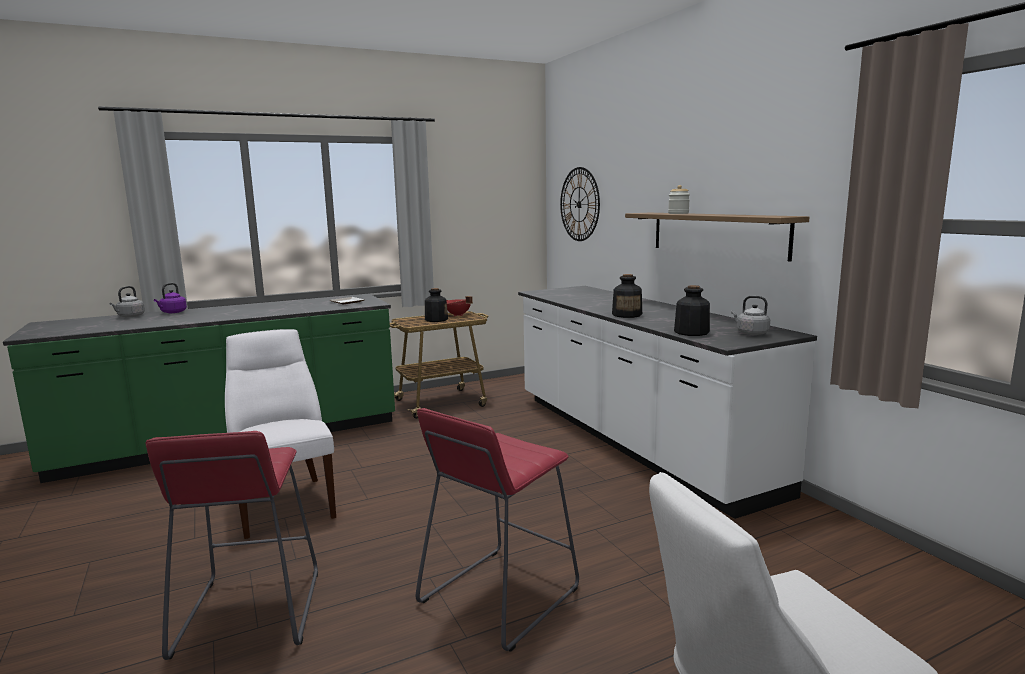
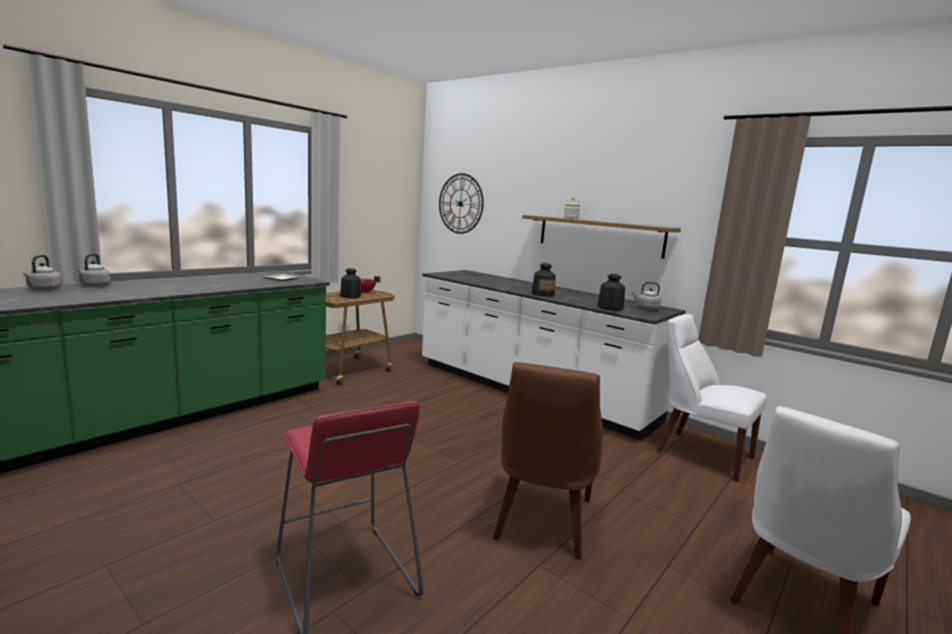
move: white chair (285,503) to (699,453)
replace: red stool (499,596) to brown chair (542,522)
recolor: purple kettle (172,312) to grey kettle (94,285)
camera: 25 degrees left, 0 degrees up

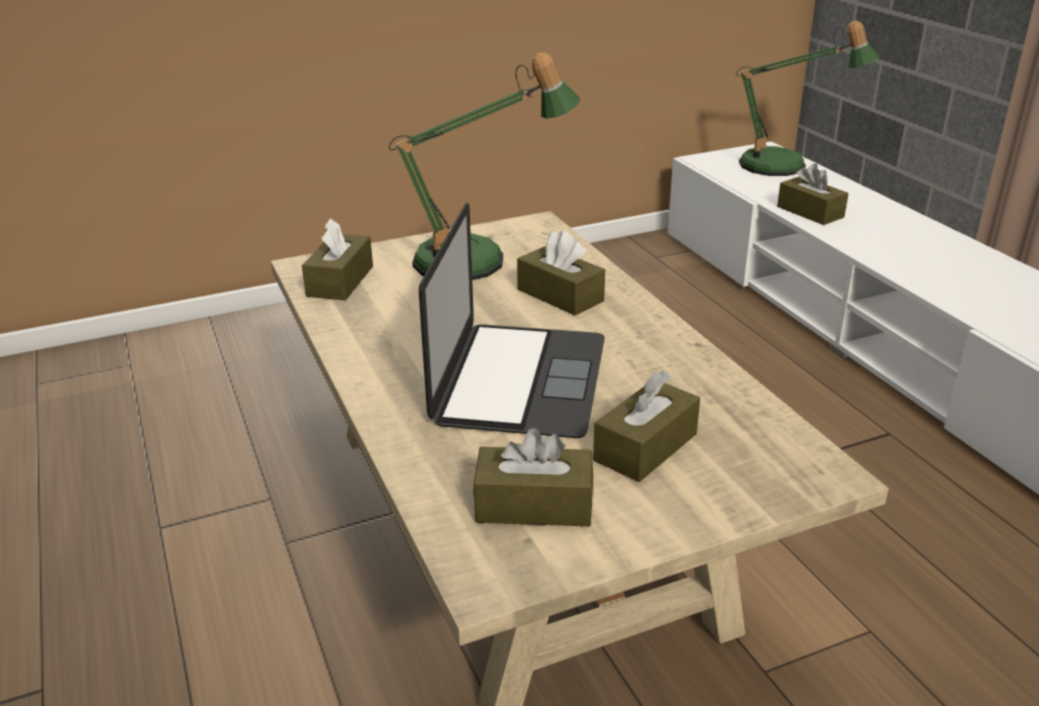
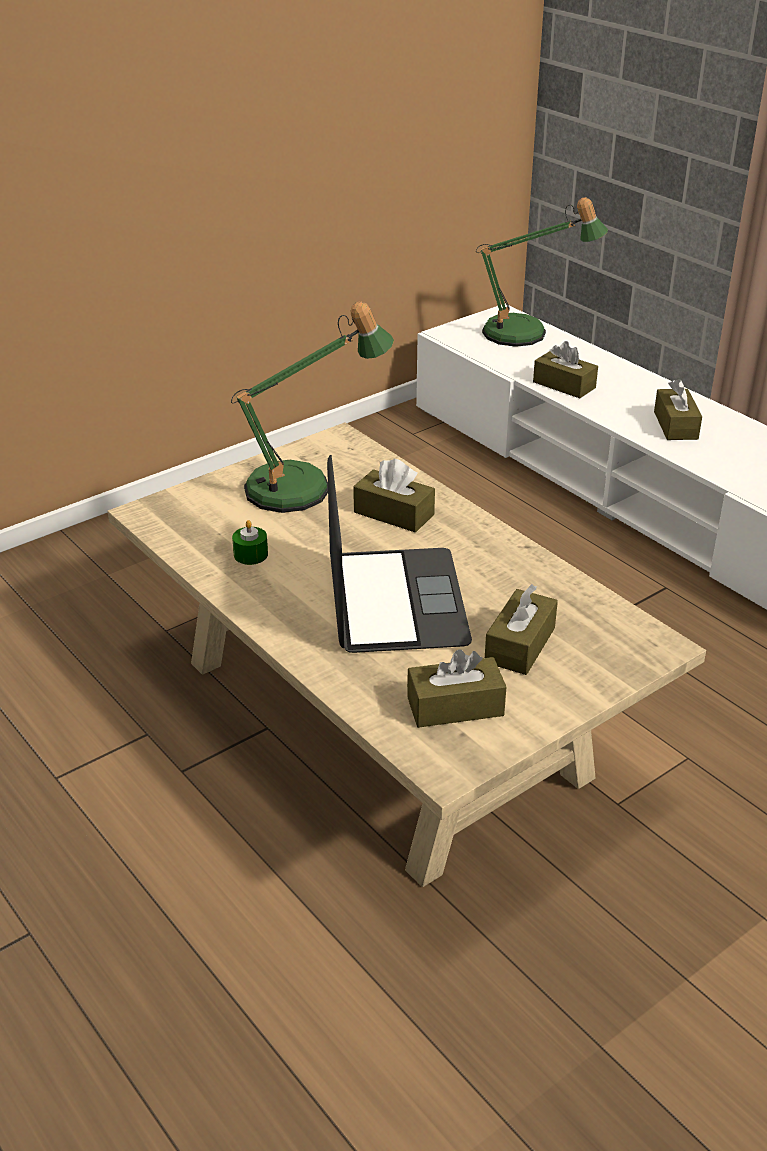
insert: green candle (250,554)
move: brown tissue box (340,281) to (675,425)
camera: 15 degrees left, 5 degrees up

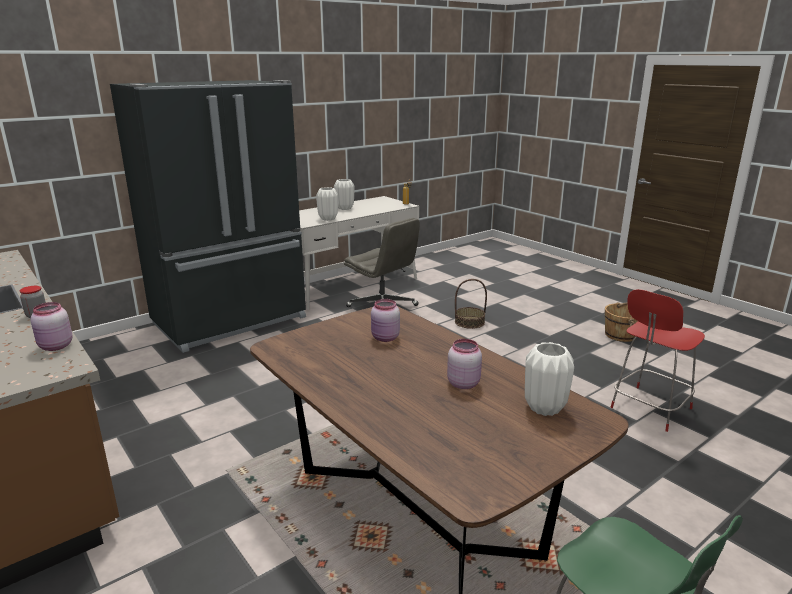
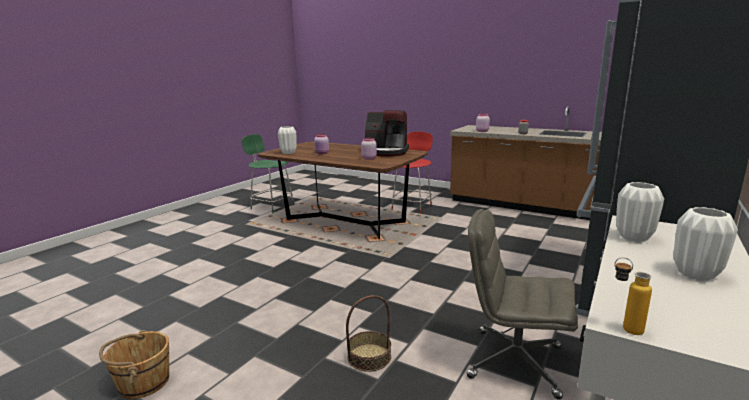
insert: coffee machine (386,152)
move: red chair (649,409) to (412,206)
camera: 160 degrees right, 5 degrees down

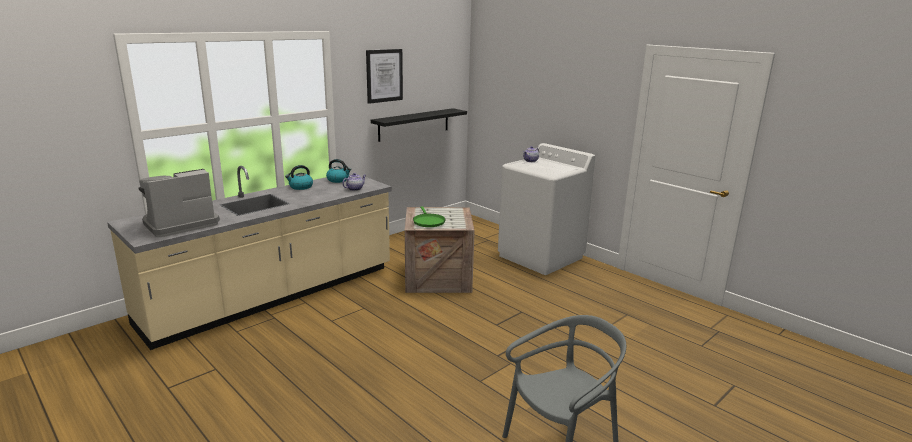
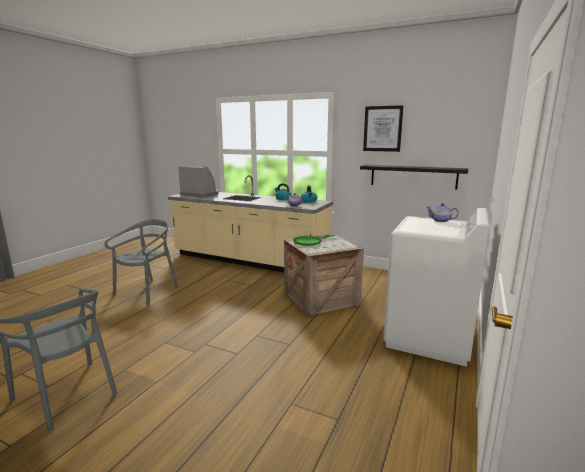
insert: grey chair (147,292)
camera: 70 degrees right, 5 degrees down

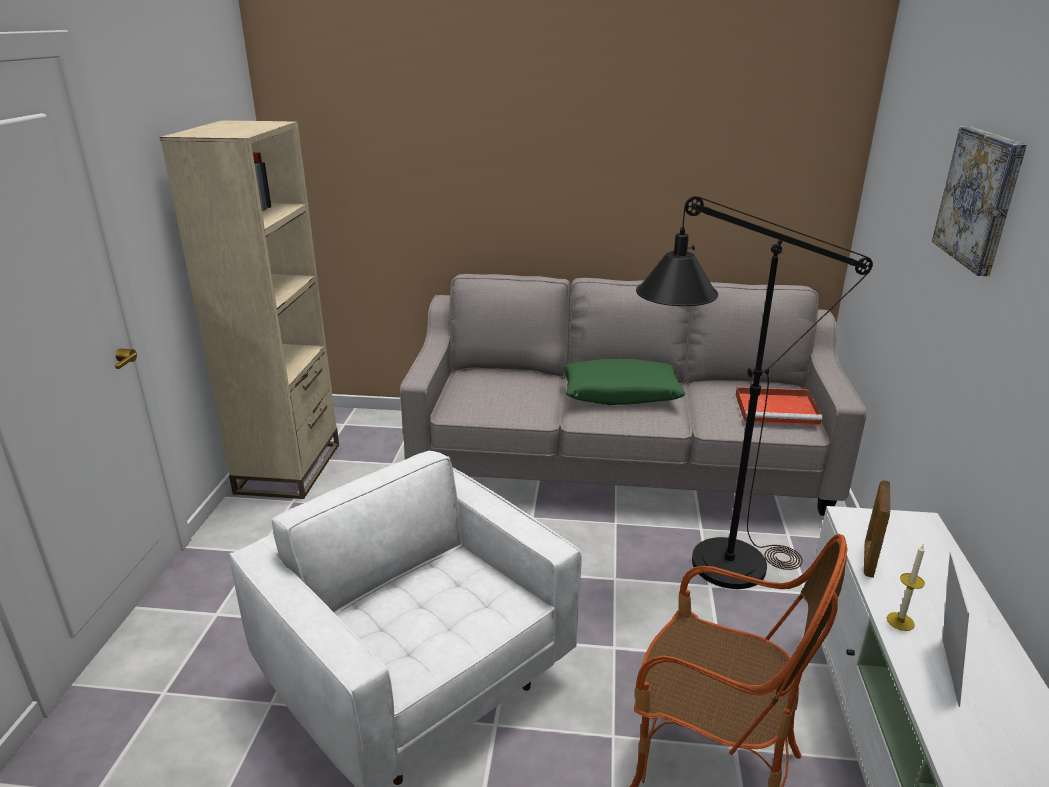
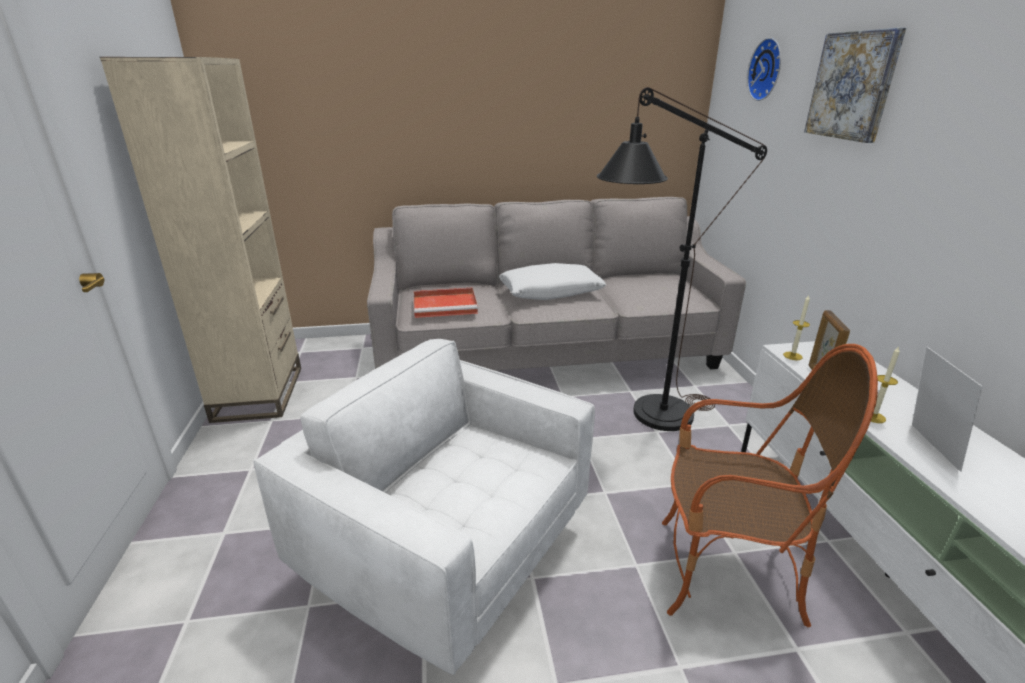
insert: wall clock (767,70); candle (792,356)
move: red tray (778,409) to (446,305)
recolor: green pillow (621,394) to white pillow (551,292)
camera: 15 degrees left, 0 degrees up

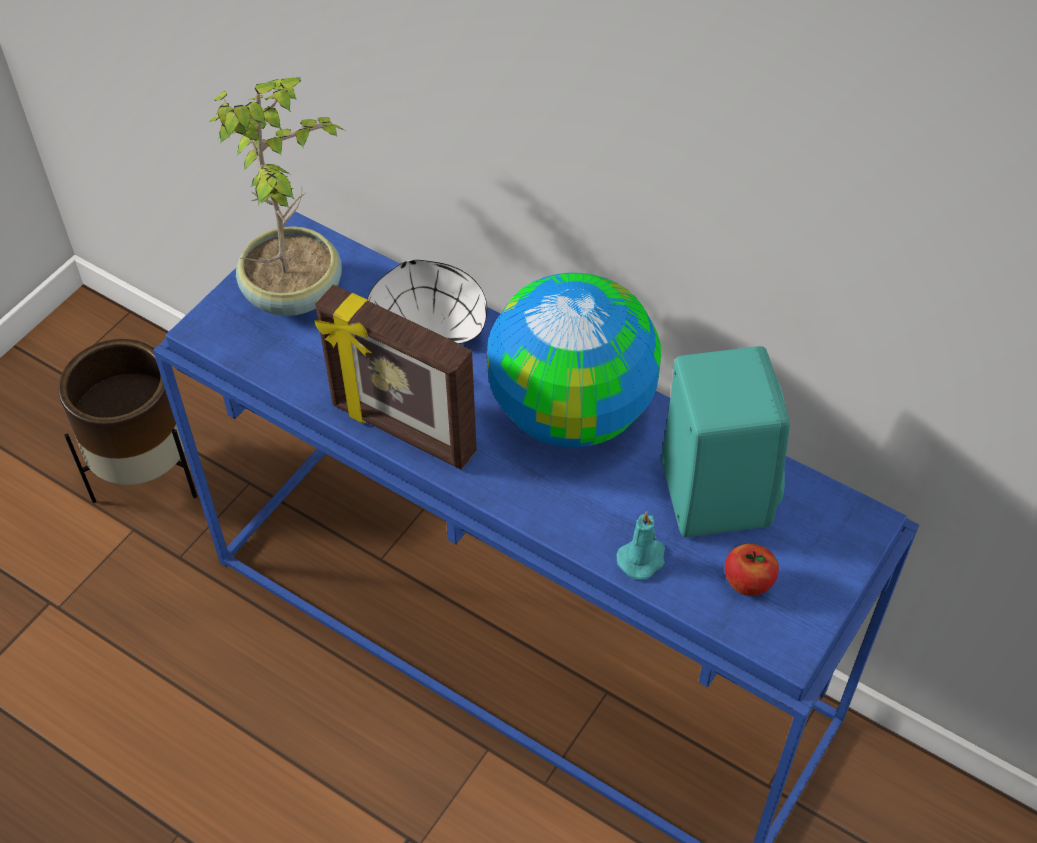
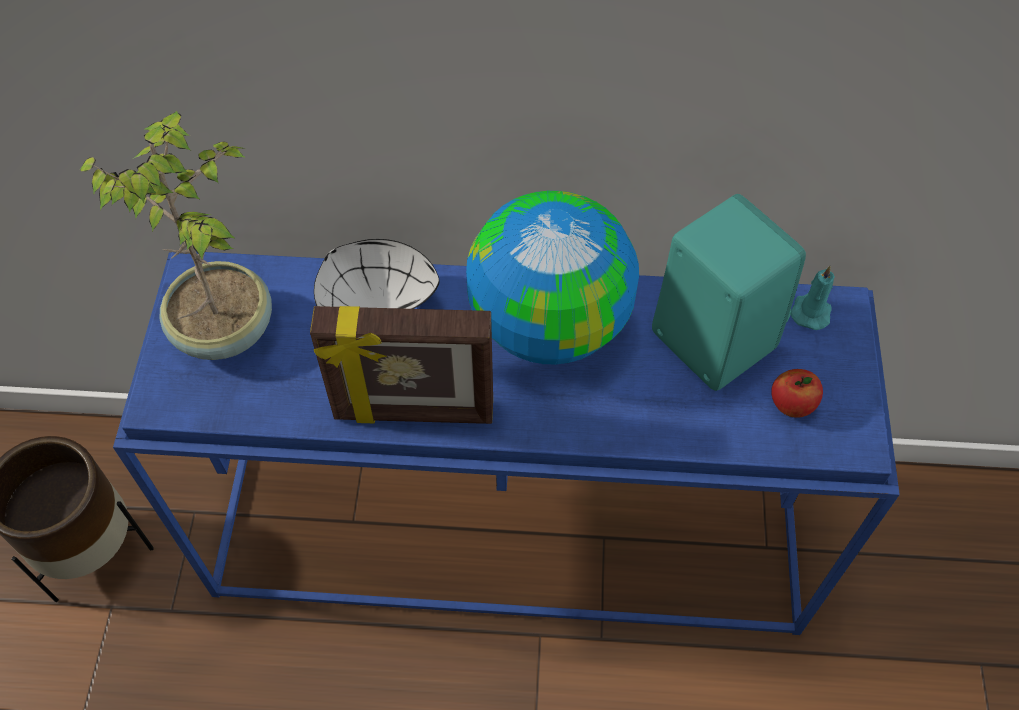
move: turquoise candle (642,558) to (811,311)
camera: 30 degrees left, 5 degrees up

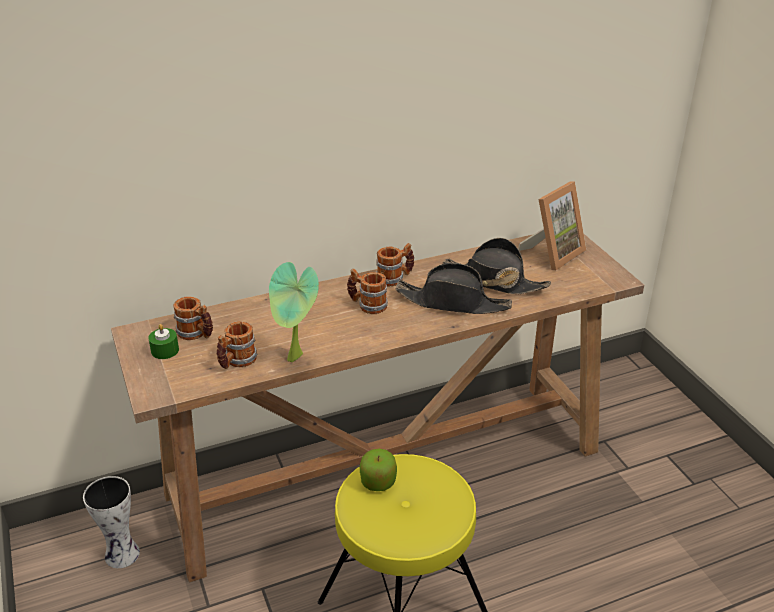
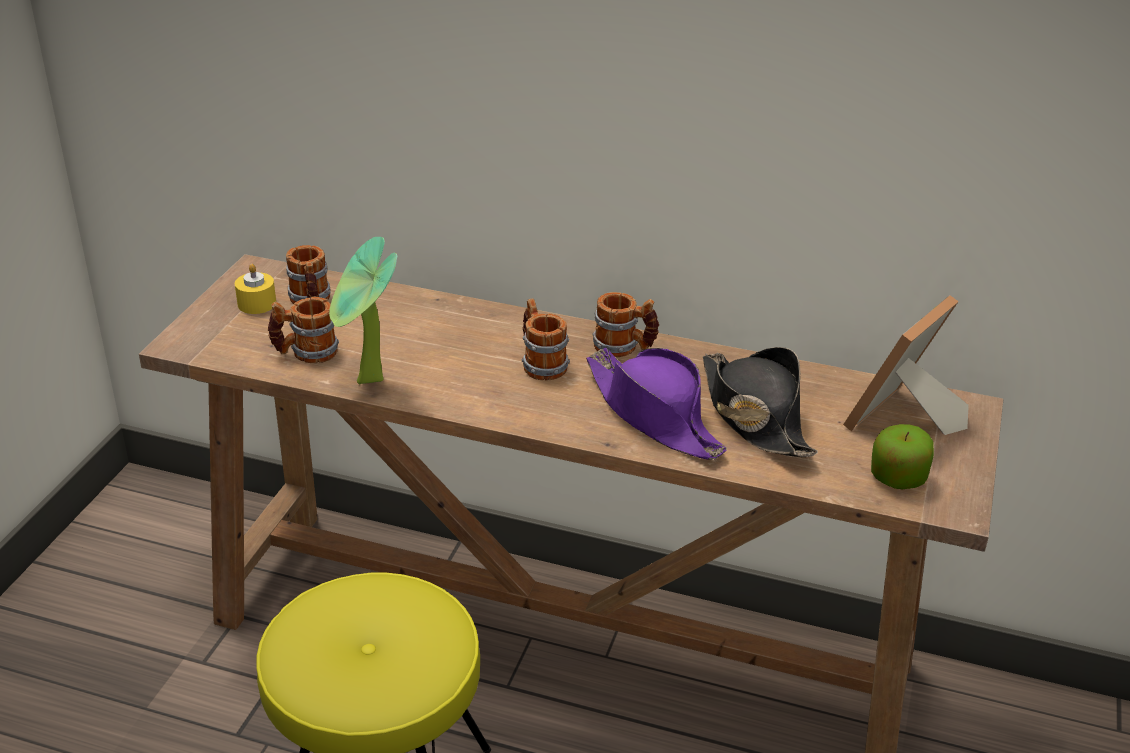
delete: vase (123,555)
move: apple (378,482) to (898,478)
recolor: black hat (453,302) to purple hat (654,414); green candle (165,350) to yellow candle (257,303)
rotate: picture frame (553,254) = (901,421) 135 degrees clockwise
camera: 40 degrees right, 0 degrees up

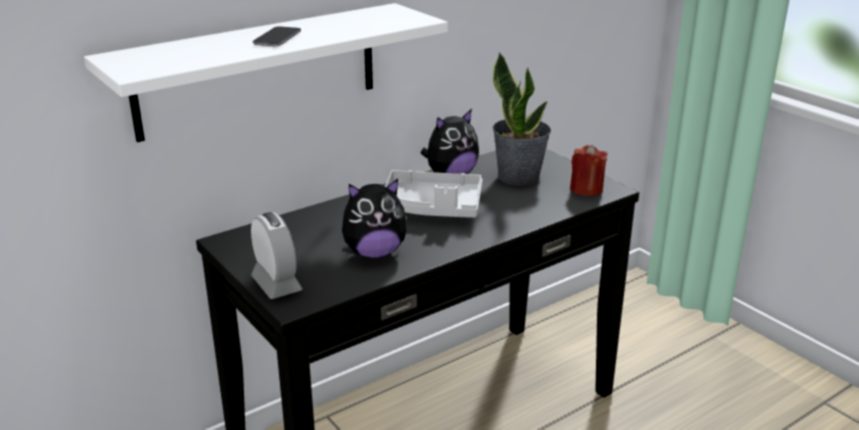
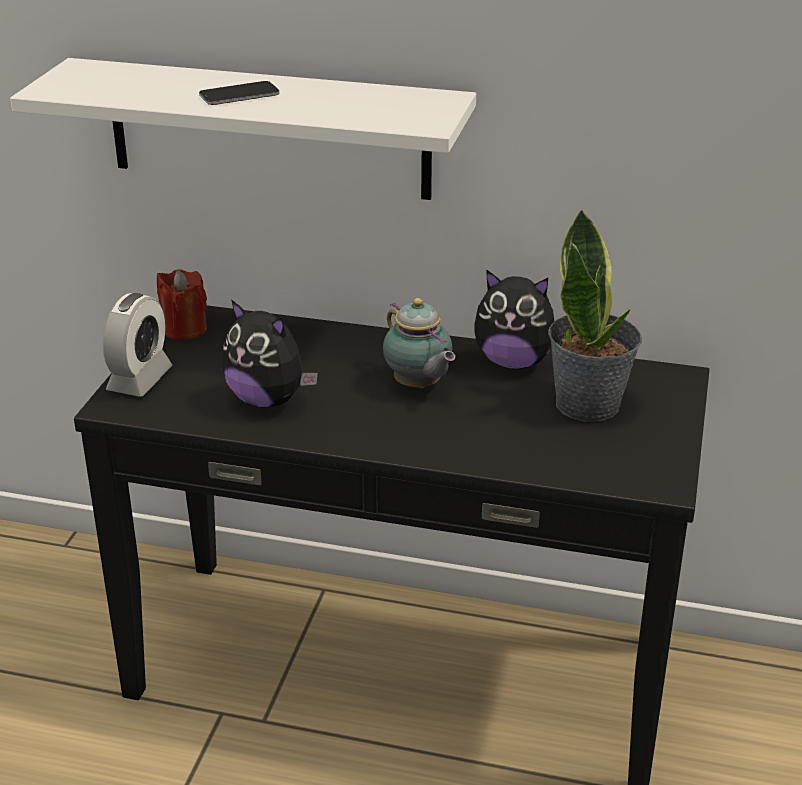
move: red candle (586,189) to (184,329)
replace: grey tray (433,207) to teapot (418,386)
camera: 50 degrees right, 5 degrees up

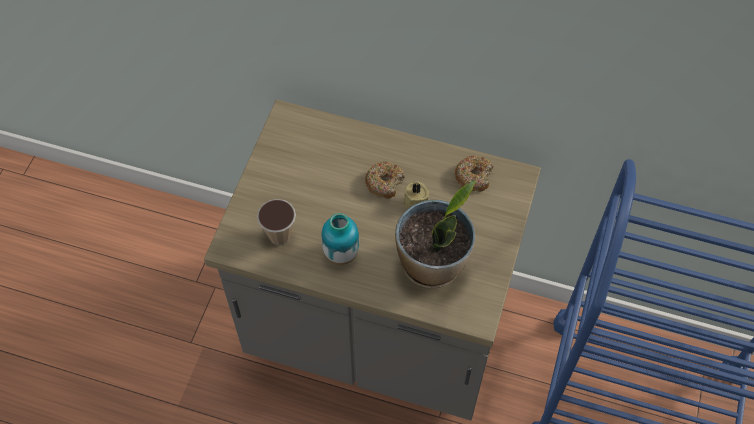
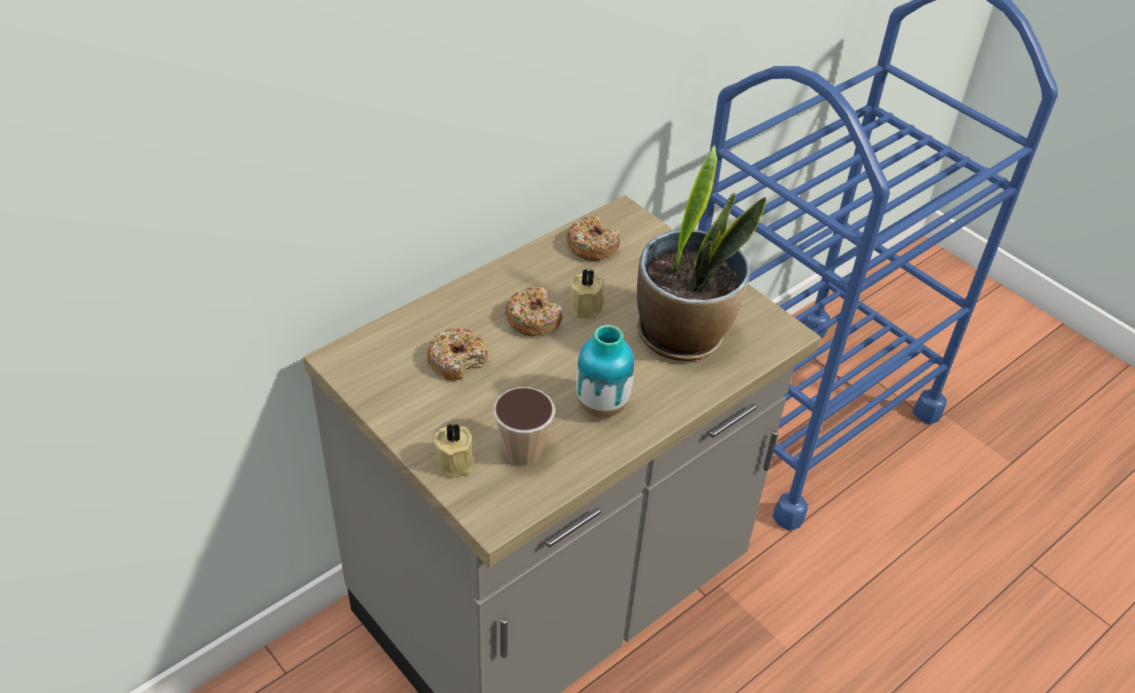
insert: donut (457,360); beige candle (456,461)
camera: 60 degrees left, 15 degrees down

